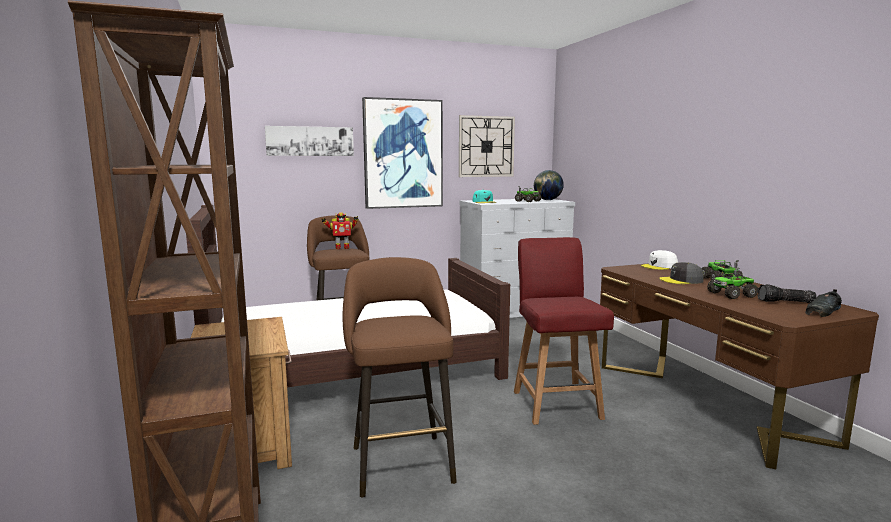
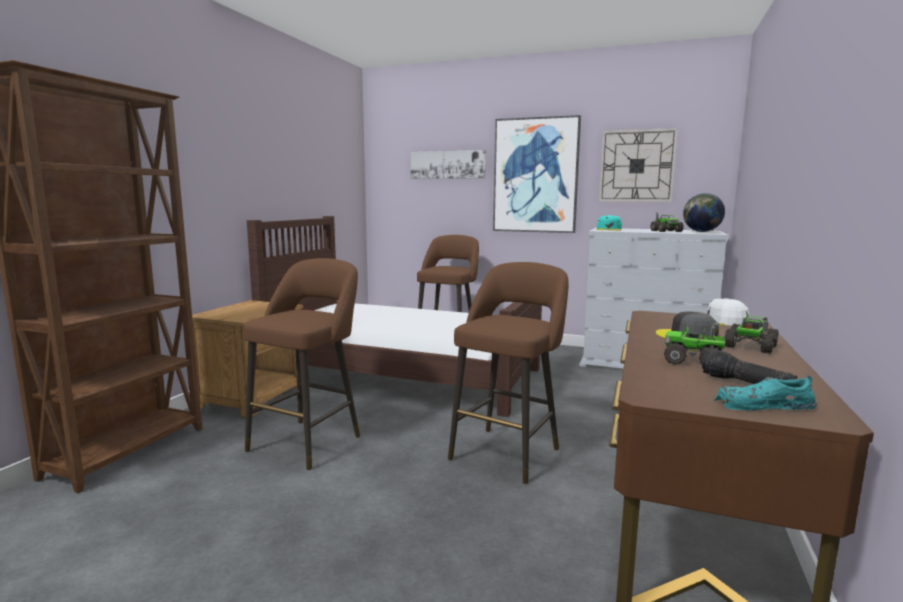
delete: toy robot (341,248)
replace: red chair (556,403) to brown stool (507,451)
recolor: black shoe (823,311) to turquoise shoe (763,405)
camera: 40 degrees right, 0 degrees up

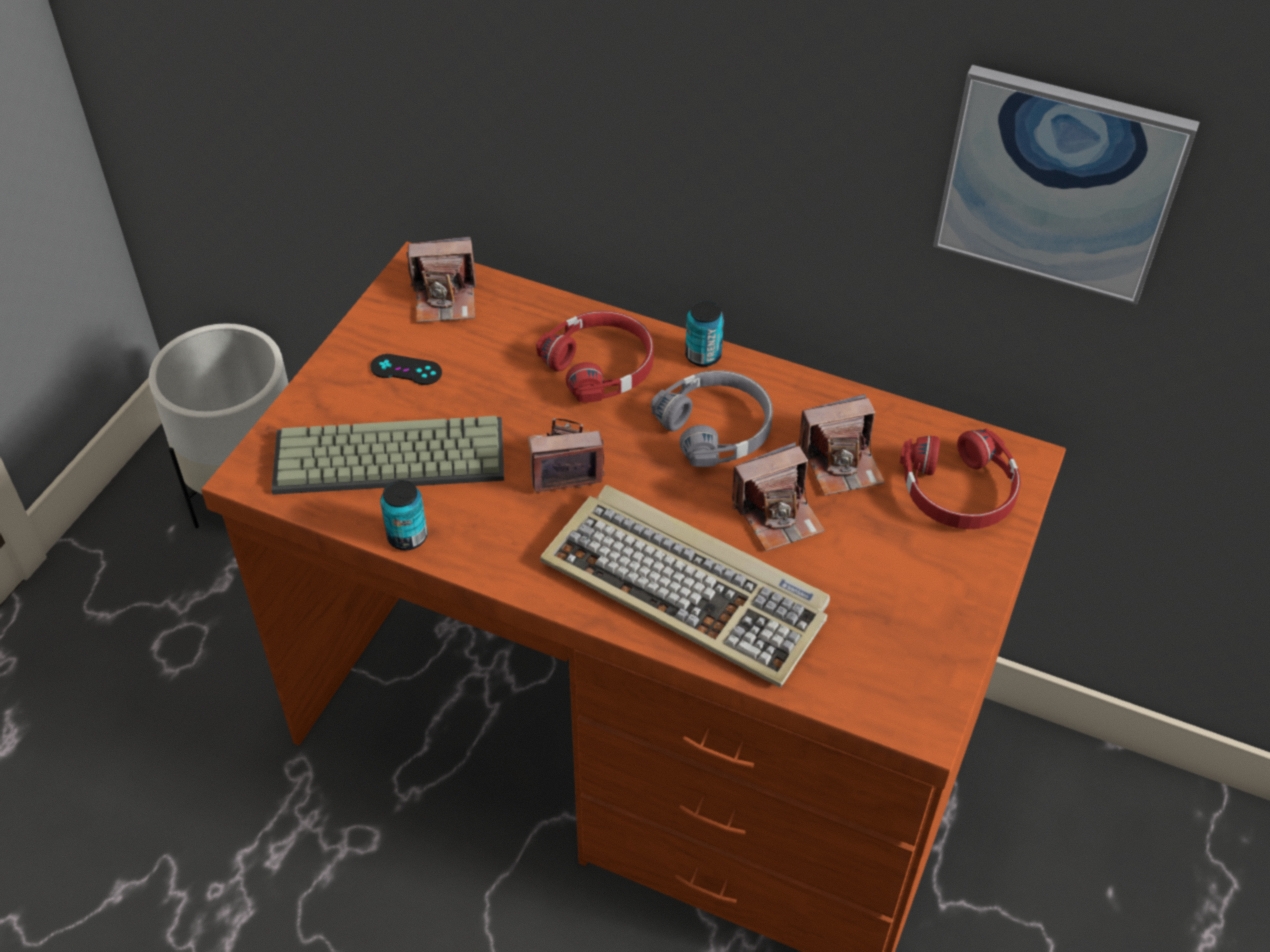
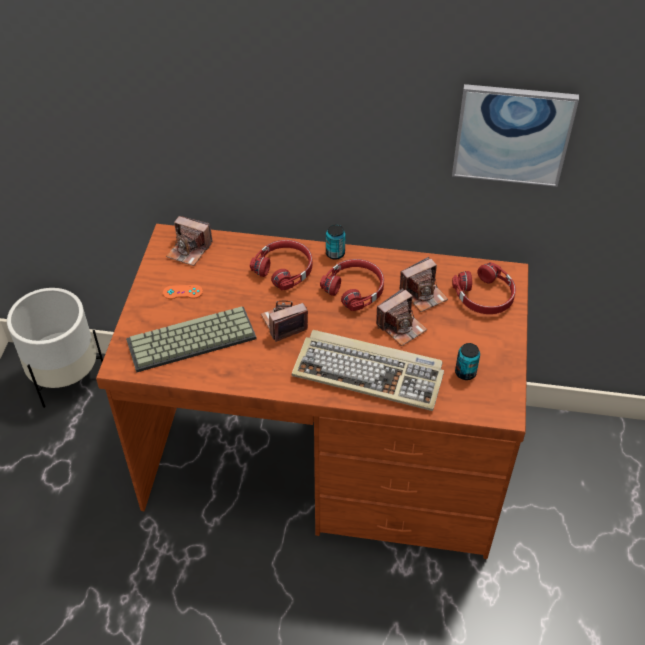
move: can (407,537) to (465,373)
recolor: black game controller (406,370) to orange game controller (182,292); grey headphones (717,427) to red headphones (355,289)
rotate: photo camera (445,299) = (189,250) 45 degrees clockwise
camera: 15 degrees left, 0 degrees up

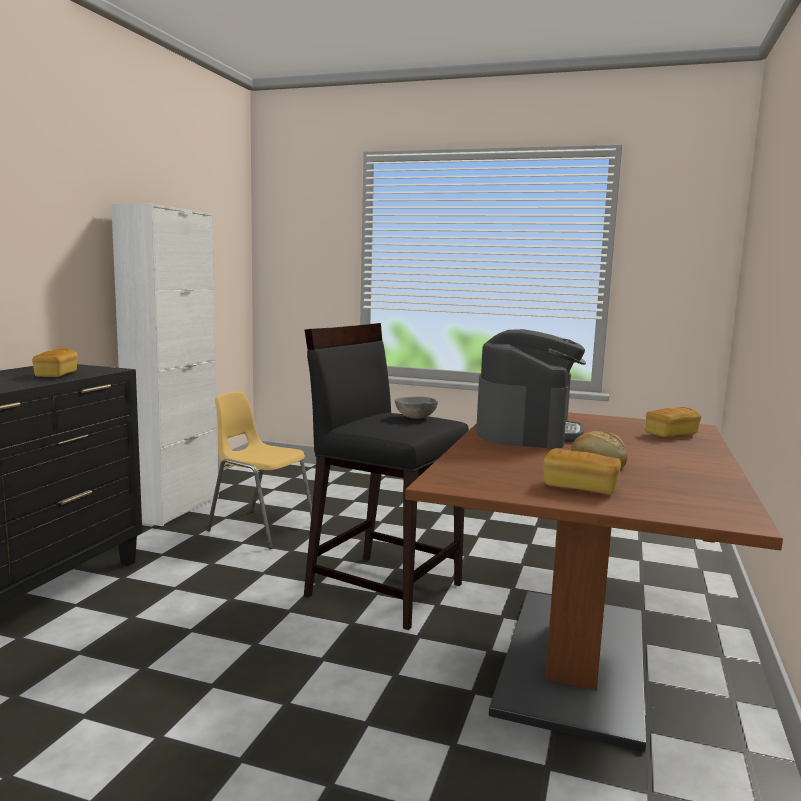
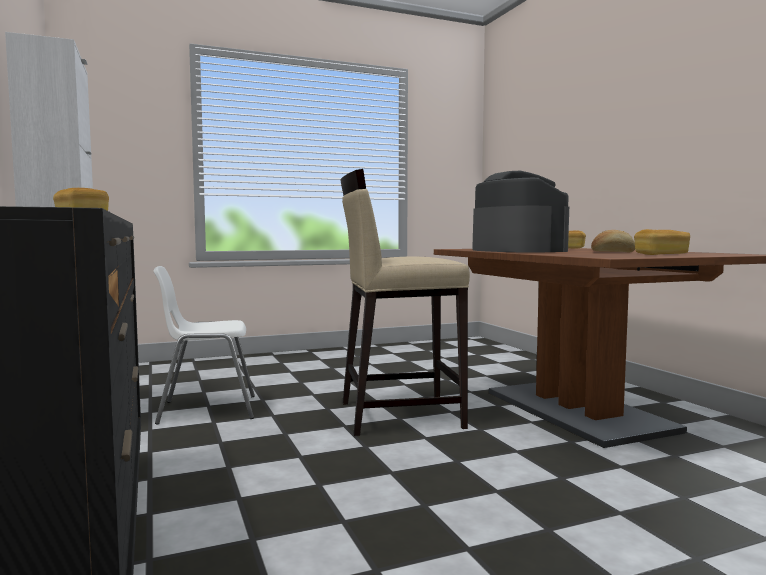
delete: grey bowl (415,417)
recolor: black stool (383,589) to beige stool (398,414); yellow chair (260,528) to white chair (207,410)
camera: 40 degrees left, 5 degrees down

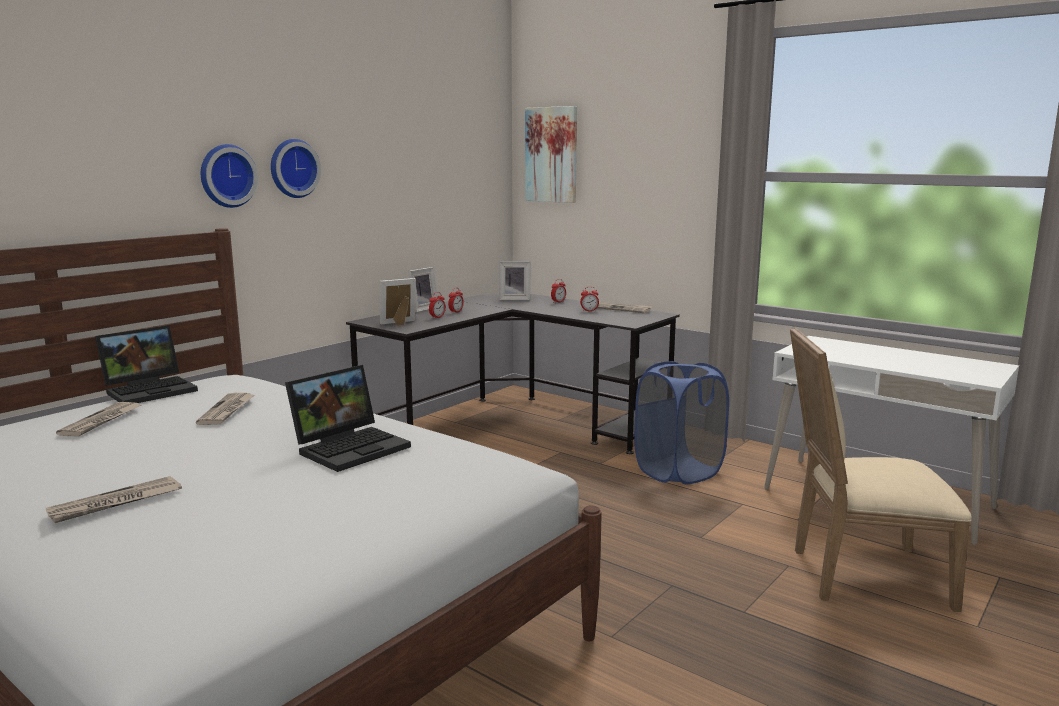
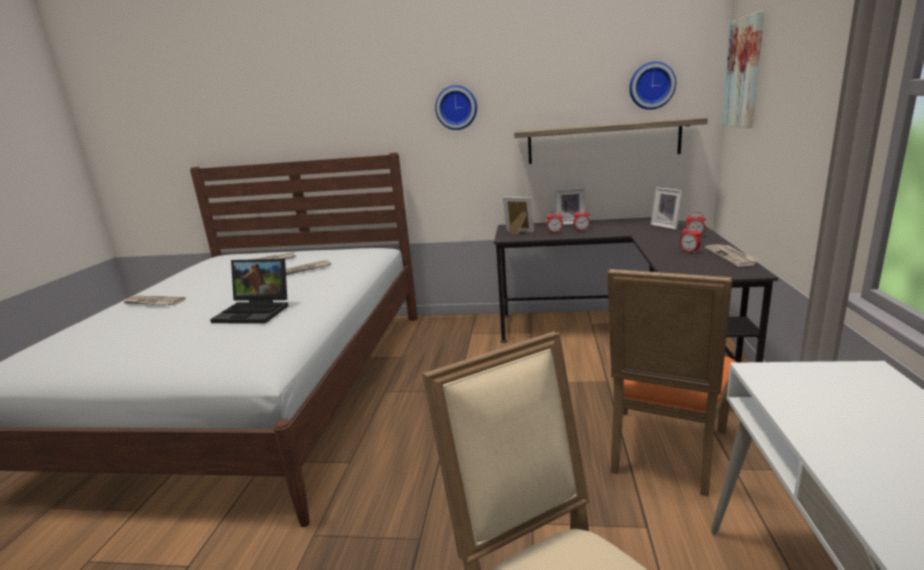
delete: laptop (151,390)
insert: shelf (603,141)
move: wall clock (226,176) to (651,86)
replace: blue laundry basket (678,471) to orange chair (663,454)
camera: 60 degrees right, 5 degrees up

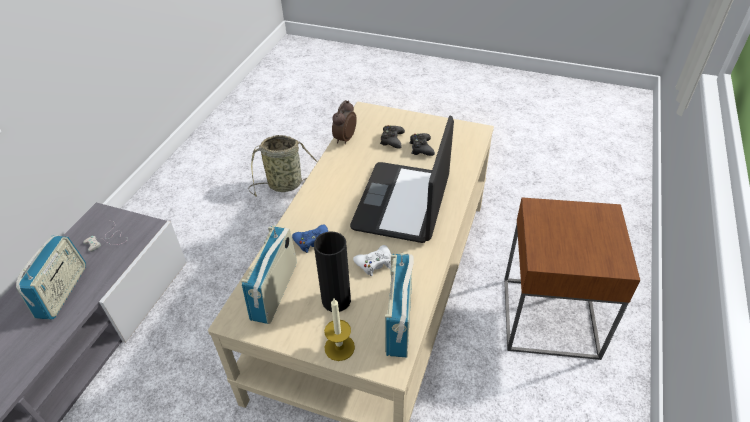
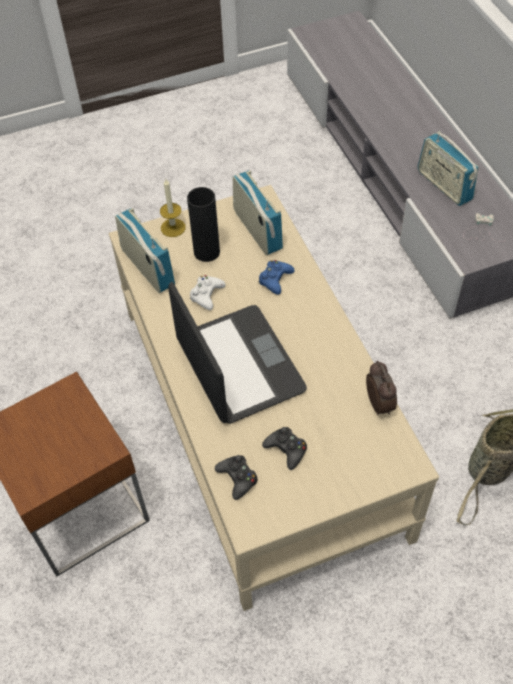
move: black game controller (392,140) to (238,478)
camera: 140 degrees right, 10 degrees up

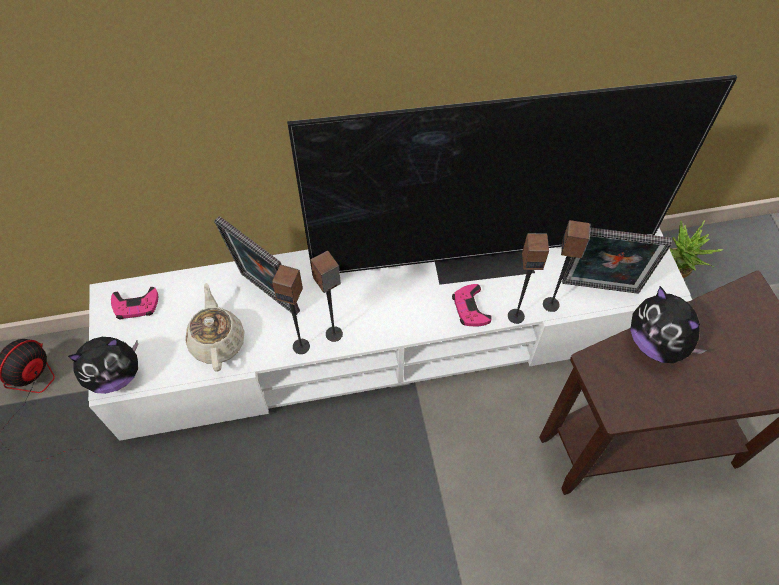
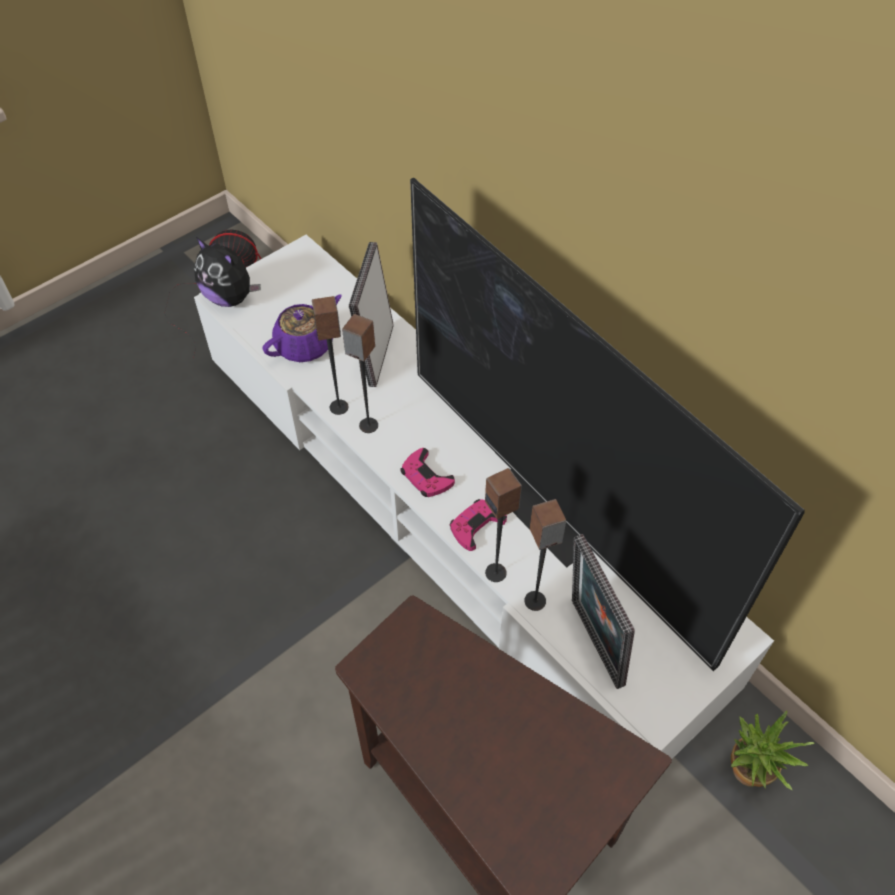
delete: plush toy (656,343)
move: pink game controller (136,305) to (426,477)
recolor: beige teapot (217,341) to purple teapot (305,345)
camera: 60 degrees right, 5 degrees down

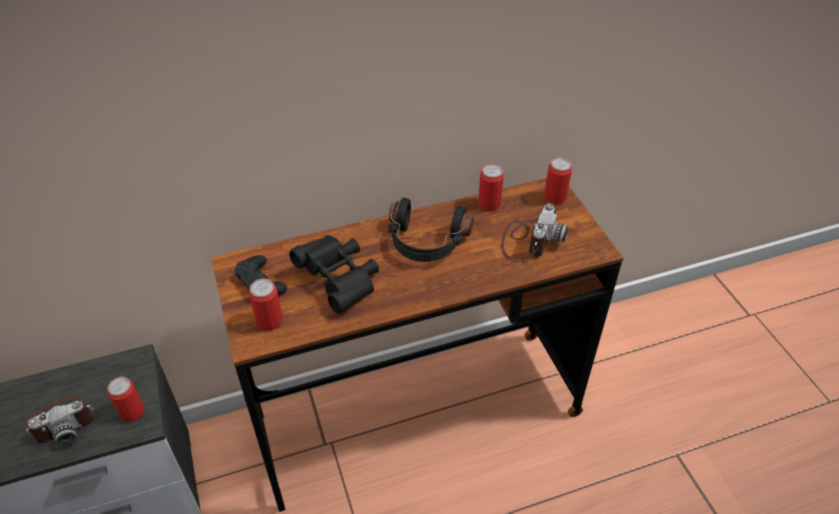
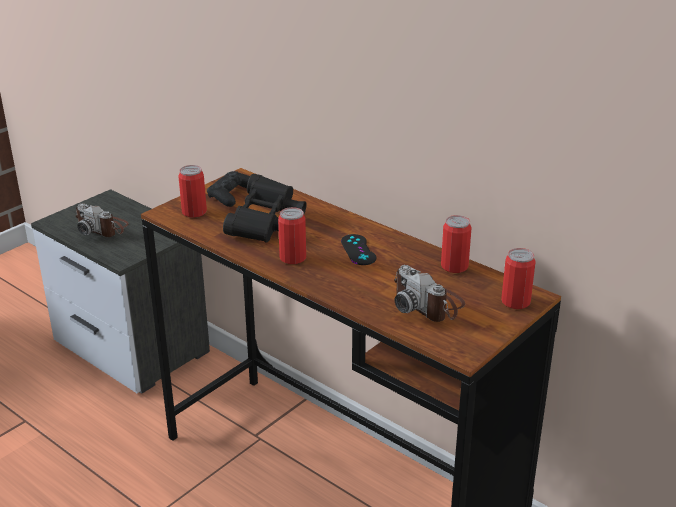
move: can (132,412) to (293,258)
replace: black headphones (426,243) to black game controller (358,250)
rotate: photo camera (529,239) = (428,303) 60 degrees clockwise
camera: 60 degrees right, 15 degrees down

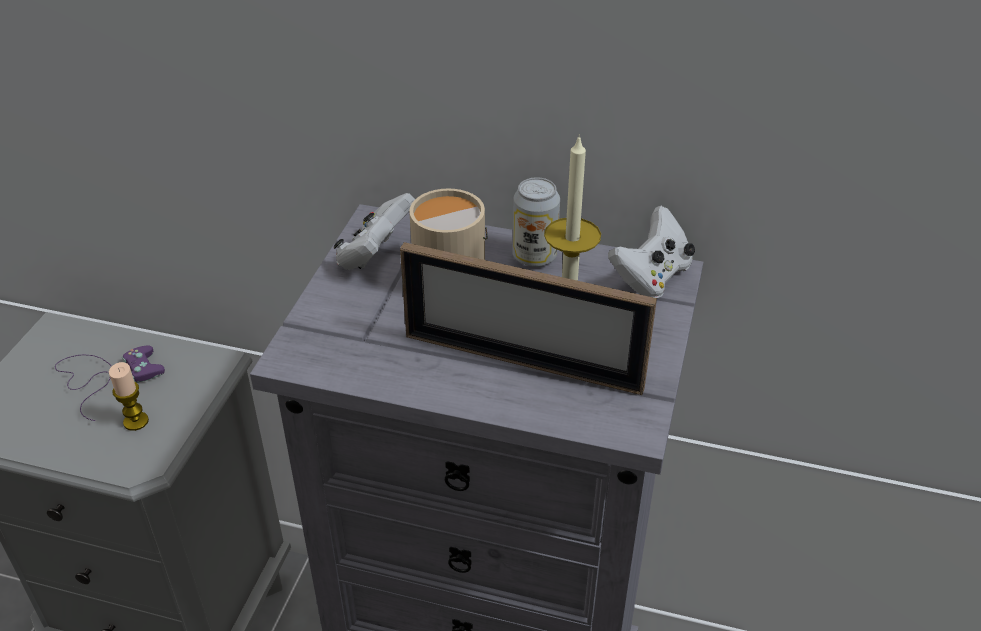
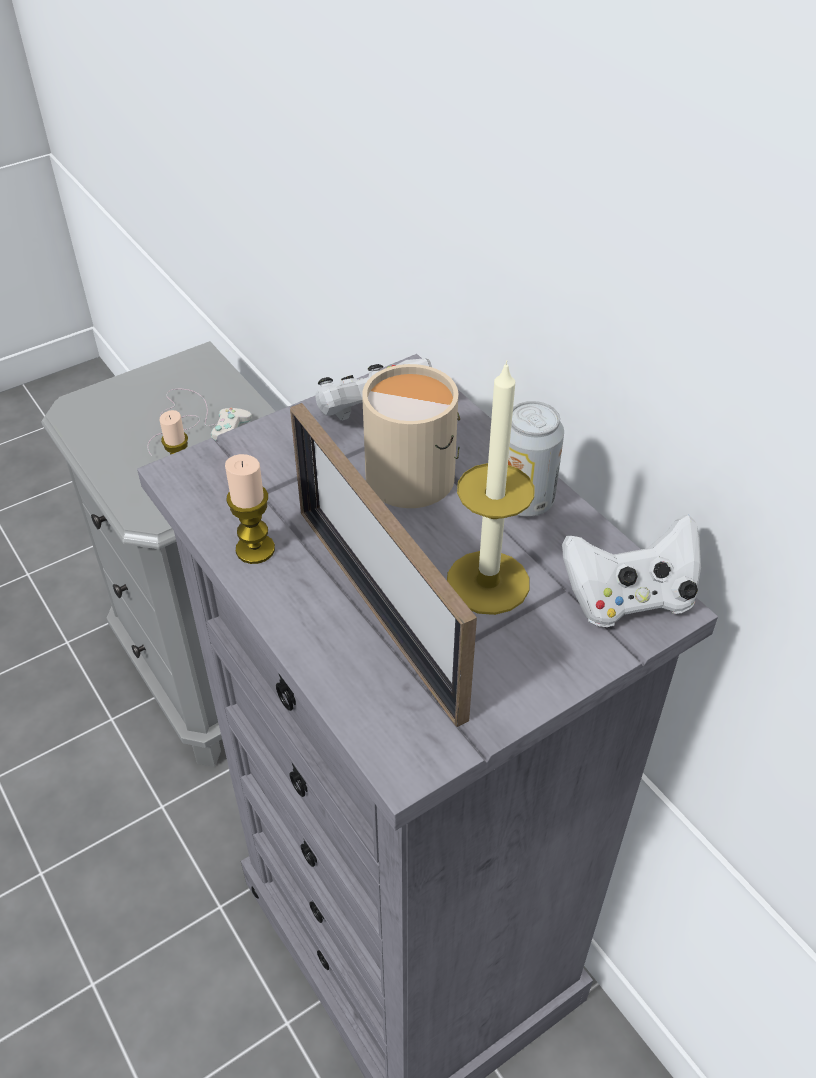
insert: candle (255,549)
recolor: purple game controller (105,377) to white game controller (197,422)
camera: 40 degrees right, 5 degrees up

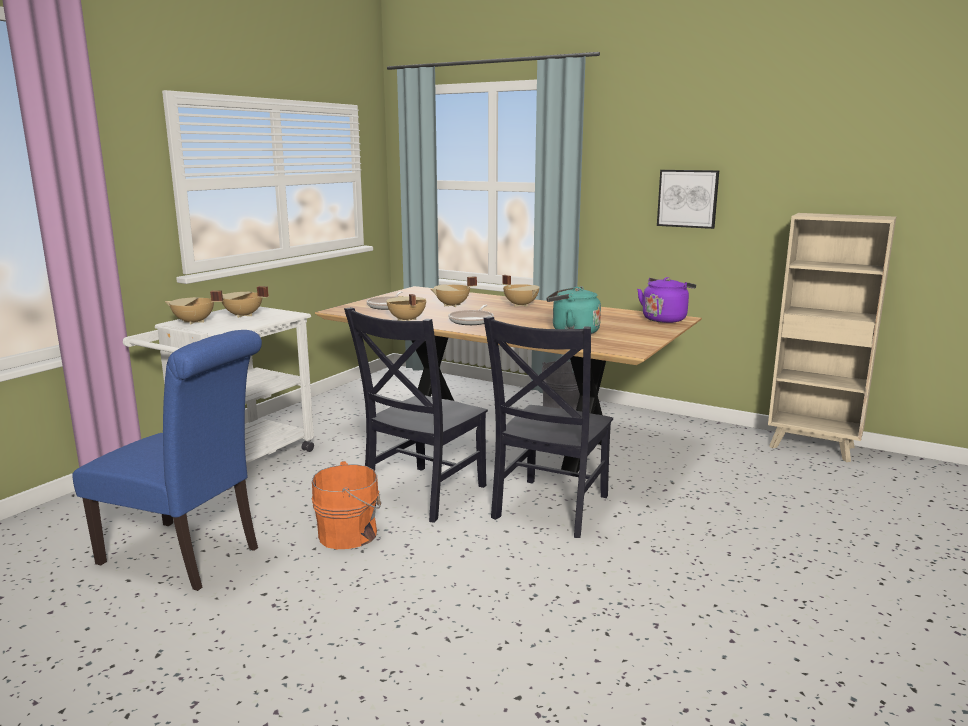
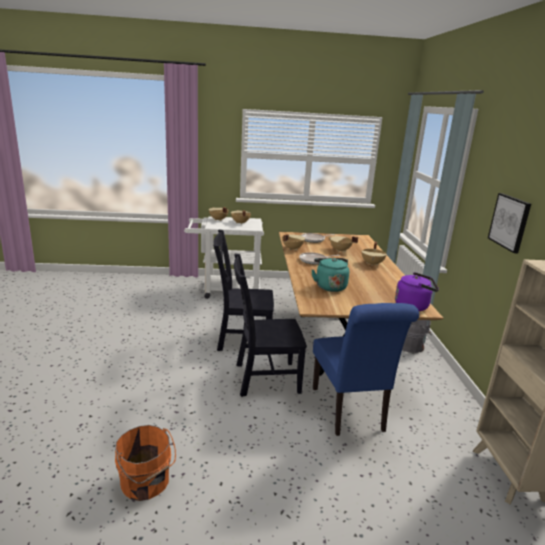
move: blue chair (187,557) to (350,412); orange bucket (351,534) to (146,483)
camera: 55 degrees right, 5 degrees up

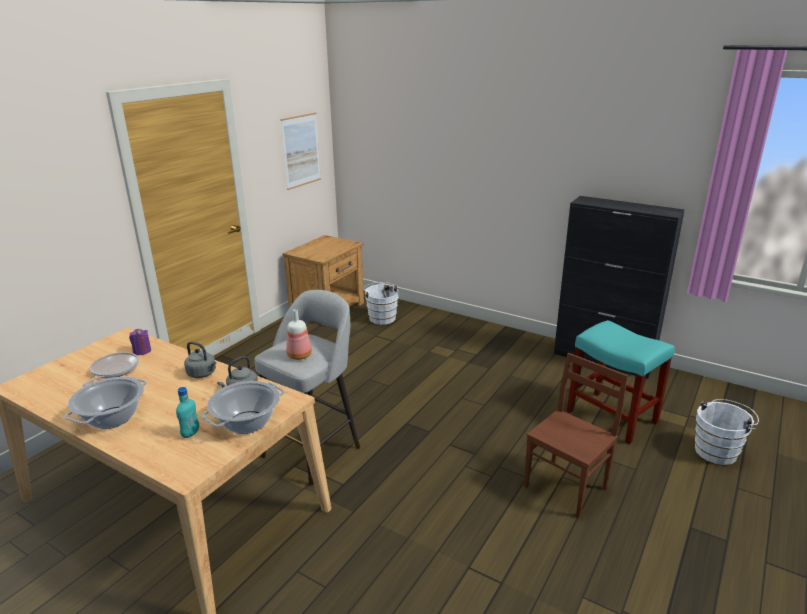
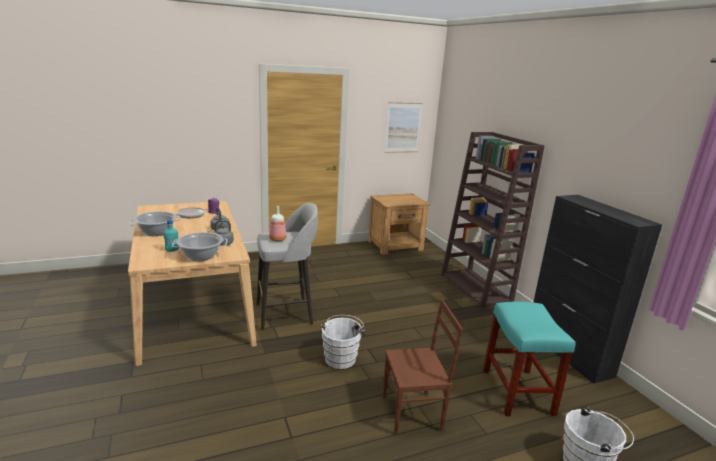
insert: brown bookcase (476,288)
move: white bucket (381,317) to (341,357)
camera: 35 degrees right, 5 degrees down

